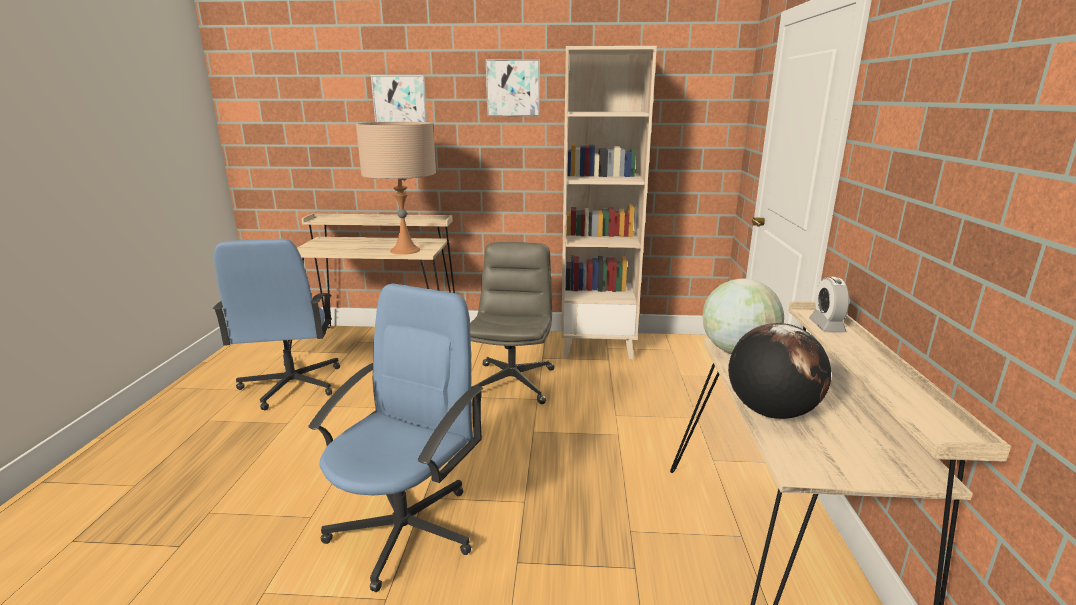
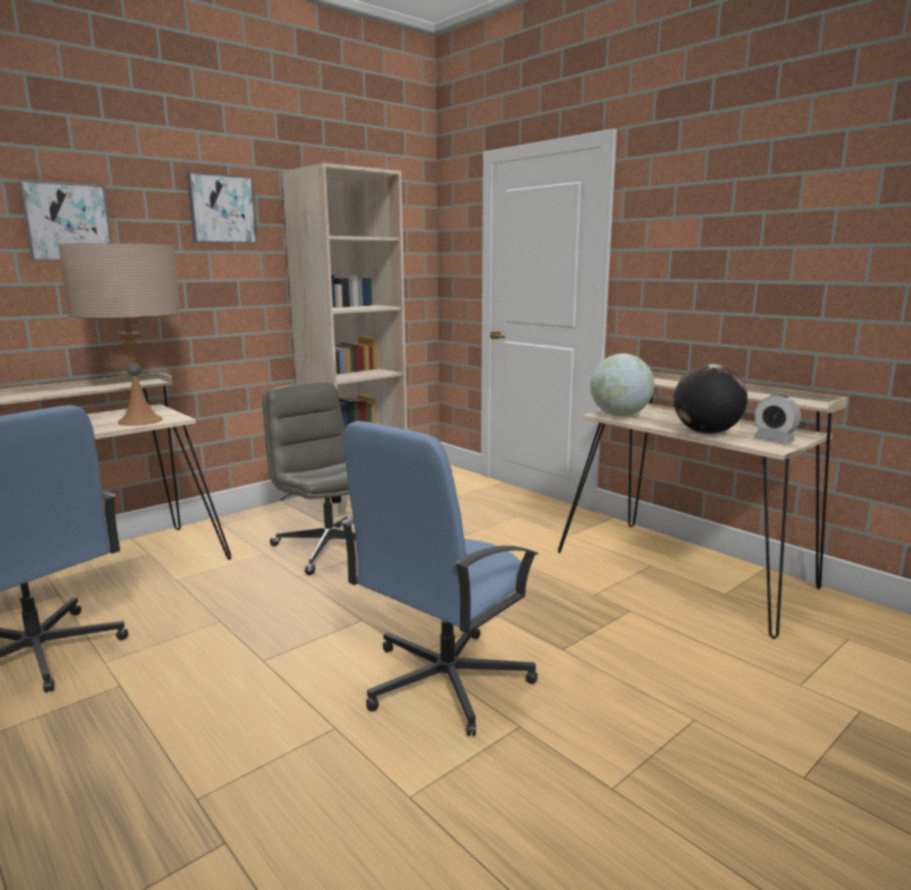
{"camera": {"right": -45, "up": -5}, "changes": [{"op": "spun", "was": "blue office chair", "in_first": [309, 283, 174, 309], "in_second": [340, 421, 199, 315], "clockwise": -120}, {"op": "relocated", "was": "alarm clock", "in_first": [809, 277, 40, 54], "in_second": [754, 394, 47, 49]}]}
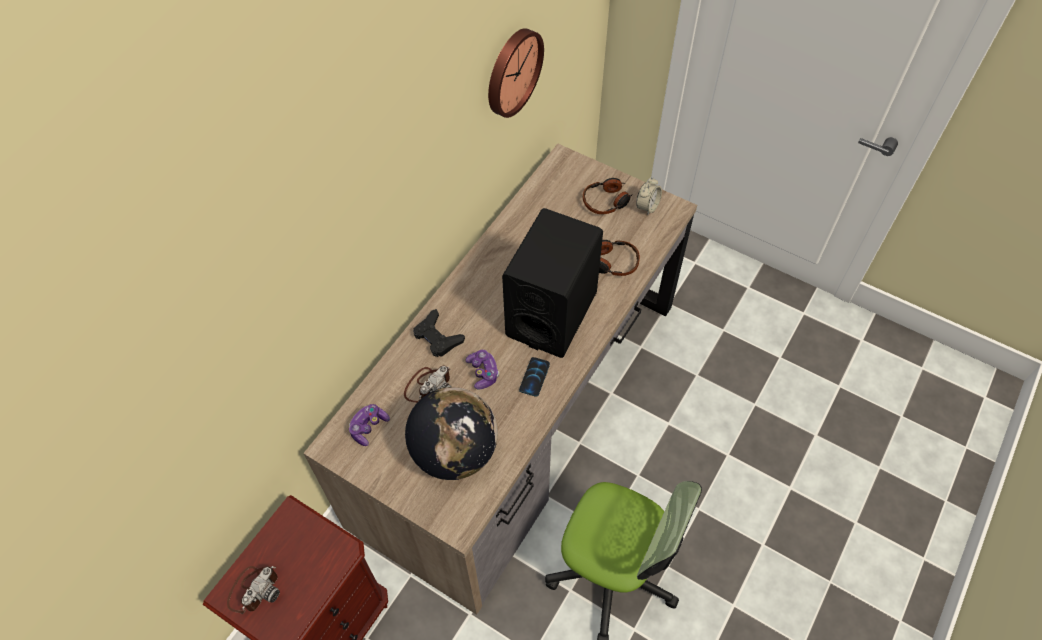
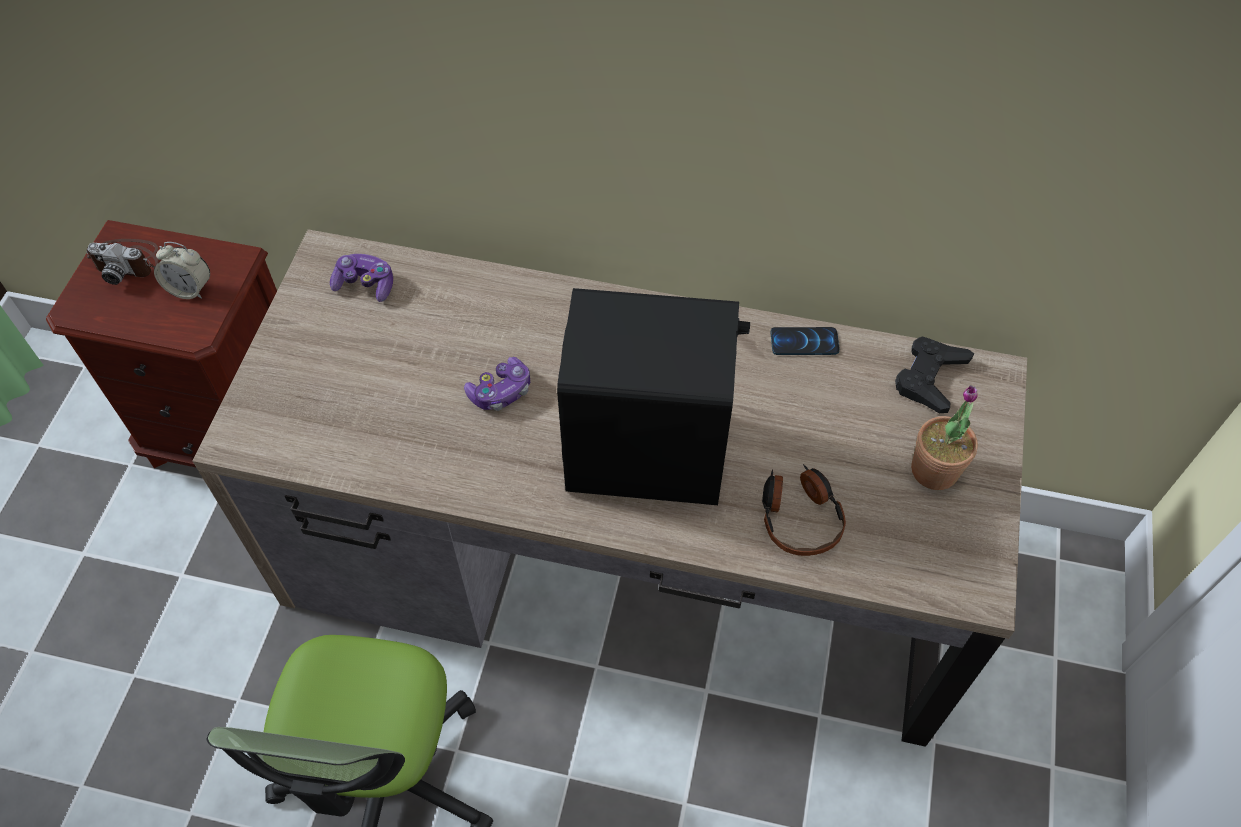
{"camera": {"right": 70, "up": 0}, "changes": [{"op": "missing", "was": "photo camera", "in_first": [404, 366, 47, 37]}, {"op": "missing", "was": "globe", "in_first": [405, 387, 93, 93]}, {"op": "relocated", "was": "black game controller", "in_first": [413, 309, 52, 48], "in_second": [895, 337, 79, 76]}, {"op": "missing", "was": "wall clock", "in_first": [488, 28, 56, 90]}, {"op": "relocated", "was": "phone", "in_first": [519, 357, 31, 40], "in_second": [771, 327, 69, 28]}, {"op": "exchanged", "was": "headphones", "now": "potted plant", "in_first": [583, 178, 50, 37], "in_second": [911, 385, 67, 105]}, {"op": "relocated", "was": "alarm clock", "in_first": [636, 177, 26, 38], "in_second": [154, 242, 56, 57]}]}
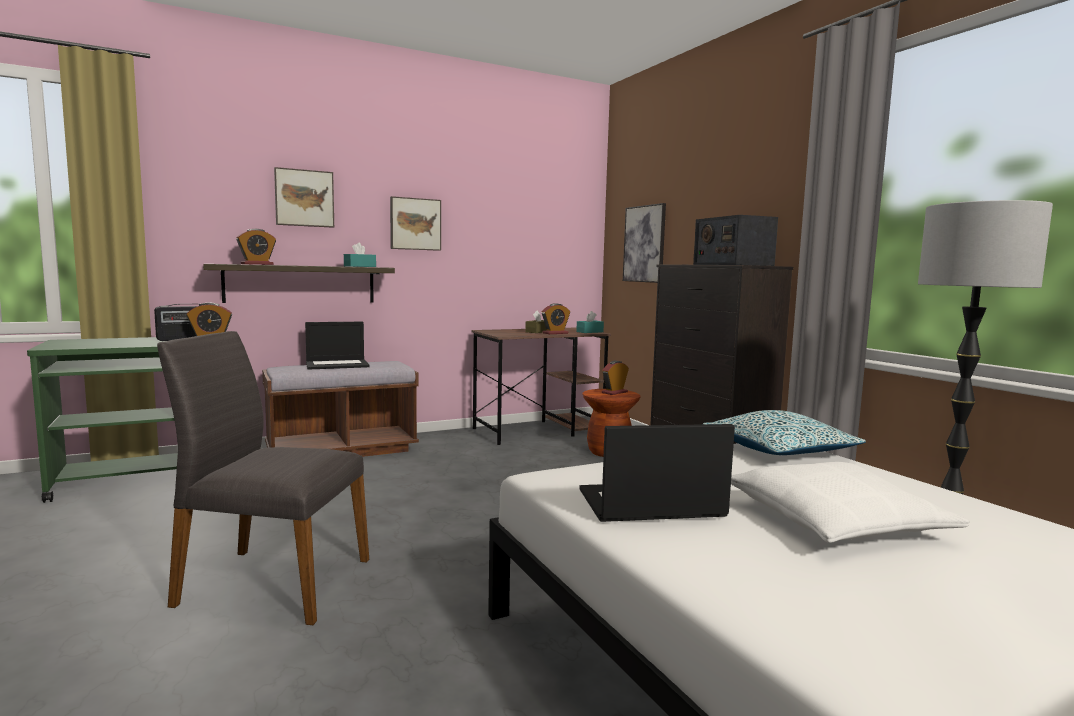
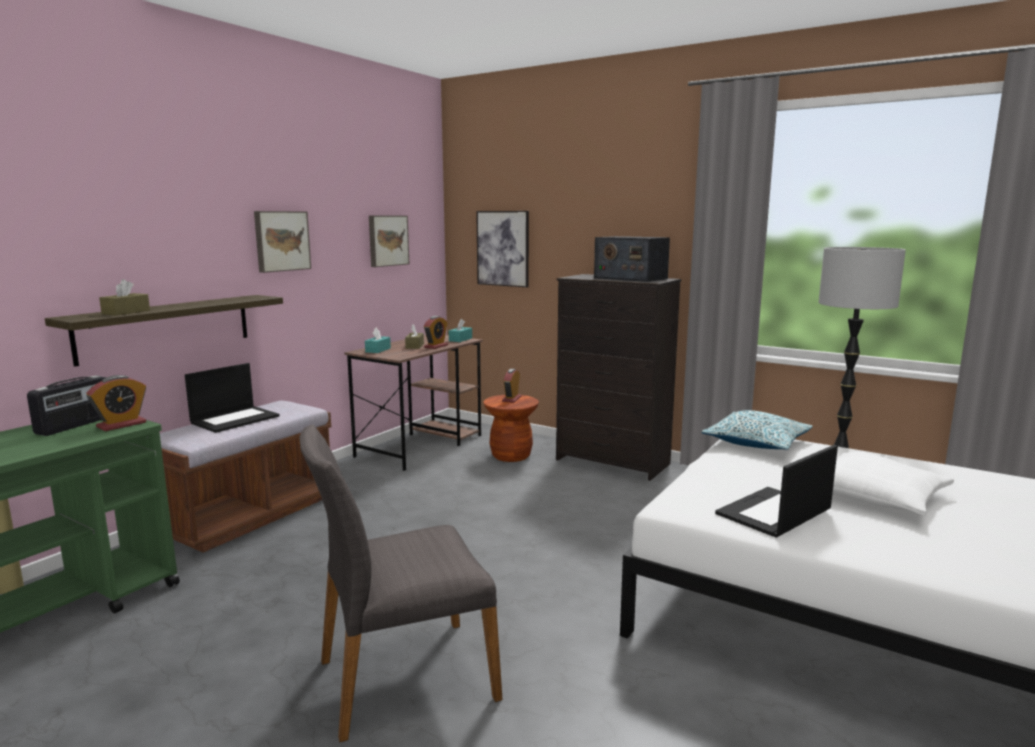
{"camera": {"right": -30, "up": 5}, "changes": [{"op": "exchanged", "was": "alarm clock", "now": "brown tissue box", "in_first": [236, 229, 40, 36], "in_second": [99, 279, 51, 36]}, {"op": "relocated", "was": "picture", "in_first": [274, 167, 60, 61], "in_second": [369, 216, 40, 51]}, {"op": "relocated", "was": "turquoise tissue box", "in_first": [344, 242, 32, 25], "in_second": [365, 328, 26, 25]}]}
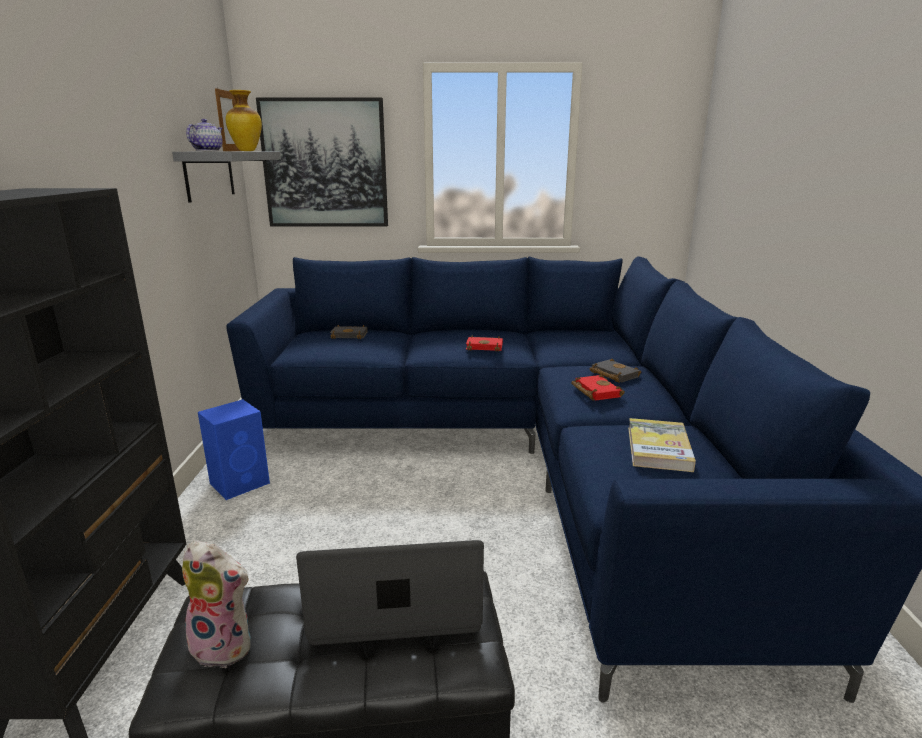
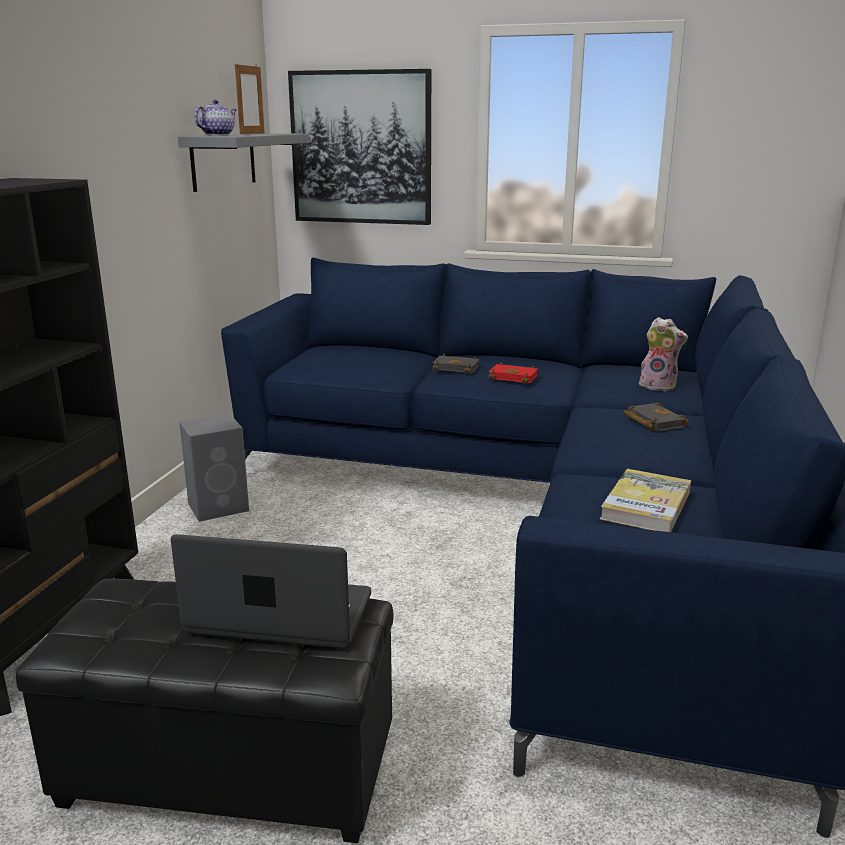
{"camera": {"right": 15, "up": 0}, "changes": [{"op": "relocated", "was": "plush toy", "in_first": [182, 540, 69, 128], "in_second": [639, 317, 49, 74]}, {"op": "colour", "was": "blue speaker", "now": "grey speaker", "in_first": [198, 399, 72, 101], "in_second": [179, 414, 70, 108]}, {"op": "missing", "was": "vase", "in_first": [226, 90, 36, 61]}, {"op": "relocated", "was": "black book", "in_first": [330, 325, 37, 14], "in_second": [432, 354, 47, 20]}, {"op": "missing", "was": "red book", "in_first": [571, 375, 54, 25]}]}
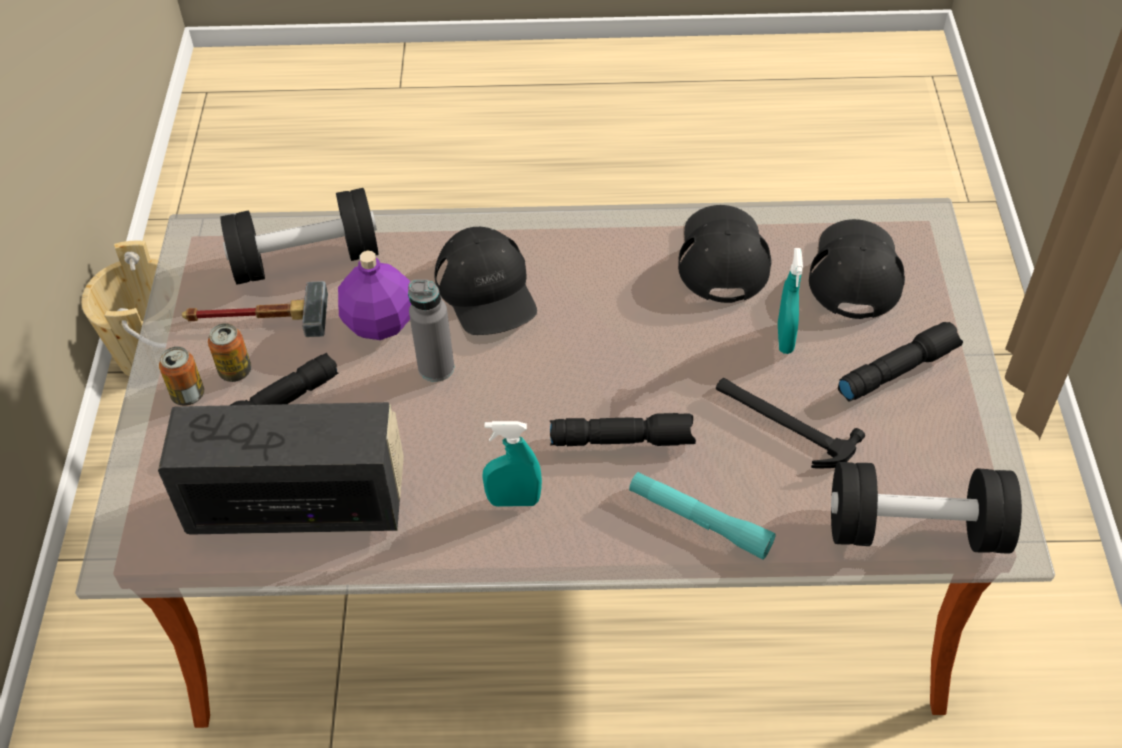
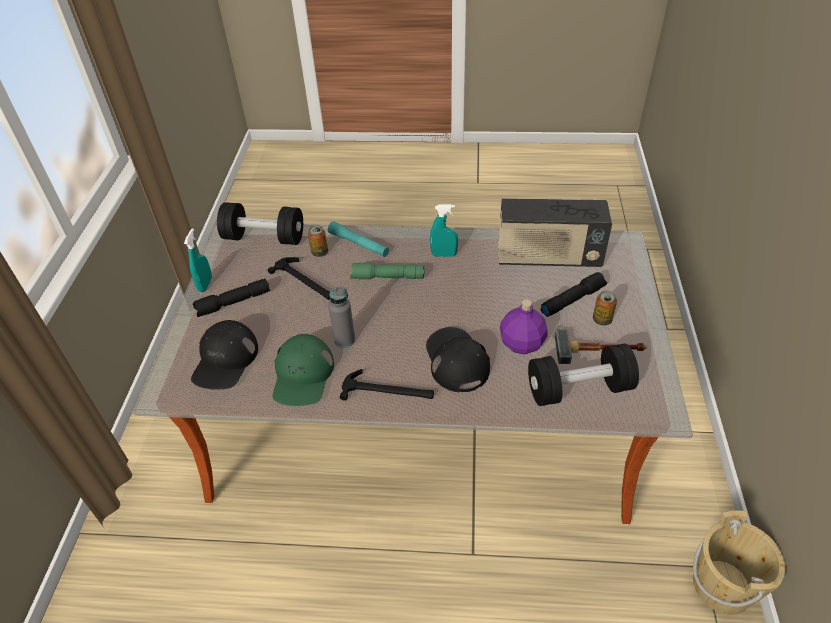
{"camera": {"right": -175, "up": -5}, "changes": [{"op": "relocated", "was": "can", "in_first": [159, 346, 45, 60], "in_second": [308, 225, 20, 32]}, {"op": "relocated", "was": "grey bottle", "in_first": [408, 279, 46, 103], "in_second": [328, 286, 27, 62]}, {"op": "colour", "was": "black flashlight", "now": "green flashlight", "in_first": [550, 413, 146, 33], "in_second": [350, 263, 75, 16]}, {"op": "colour", "was": "black cap", "now": "green cap", "in_first": [678, 205, 94, 98], "in_second": [273, 334, 61, 72]}, {"op": "relocated", "was": "turquoise spray bottle", "in_first": [778, 248, 25, 106], "in_second": [184, 228, 28, 64]}, {"op": "appeared", "now": "hammer", "in_second": [340, 369, 94, 31]}]}
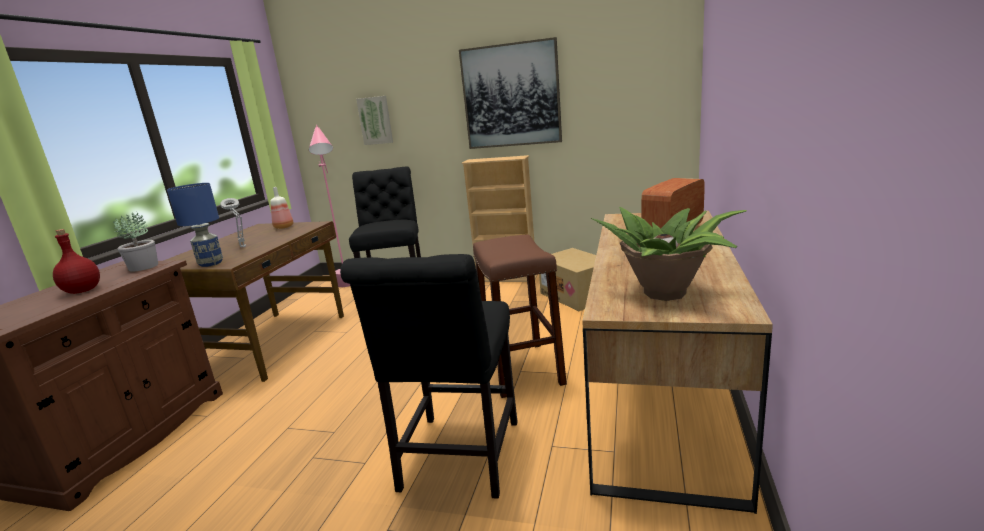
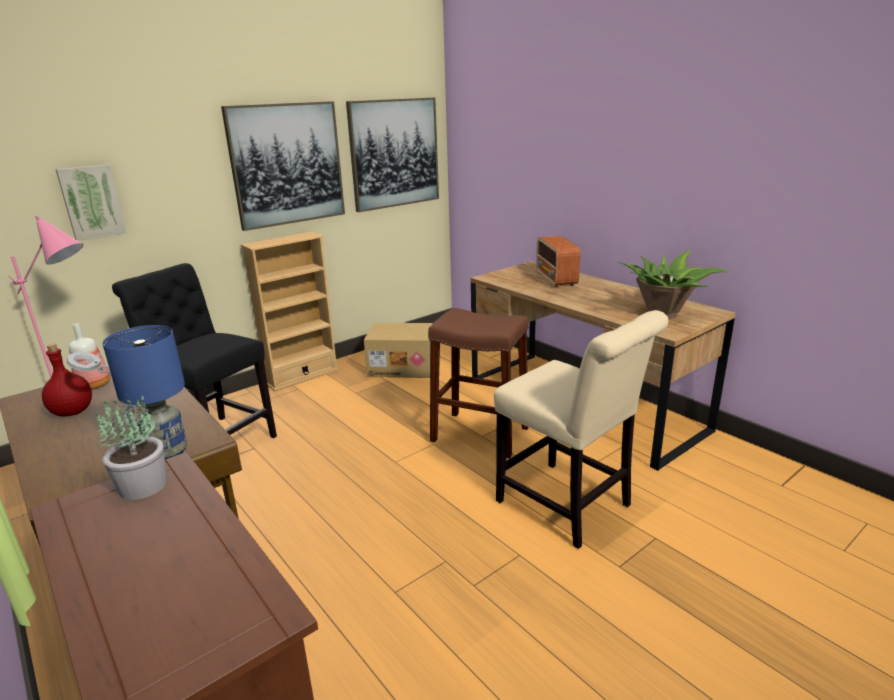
{"camera": {"right": -55, "up": 5}, "changes": [{"op": "relocated", "was": "red bottle", "in_first": [53, 229, 47, 65], "in_second": [42, 344, 50, 72]}, {"op": "colour", "was": "black chair", "now": "beige chair", "in_first": [340, 254, 178, 245], "in_second": [494, 310, 174, 239]}, {"op": "appeared", "now": "picture", "in_second": [346, 98, 93, 114]}]}
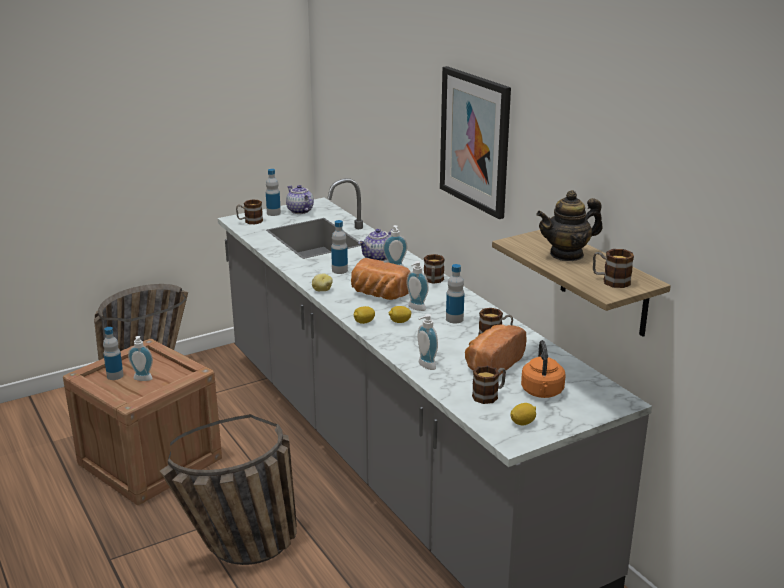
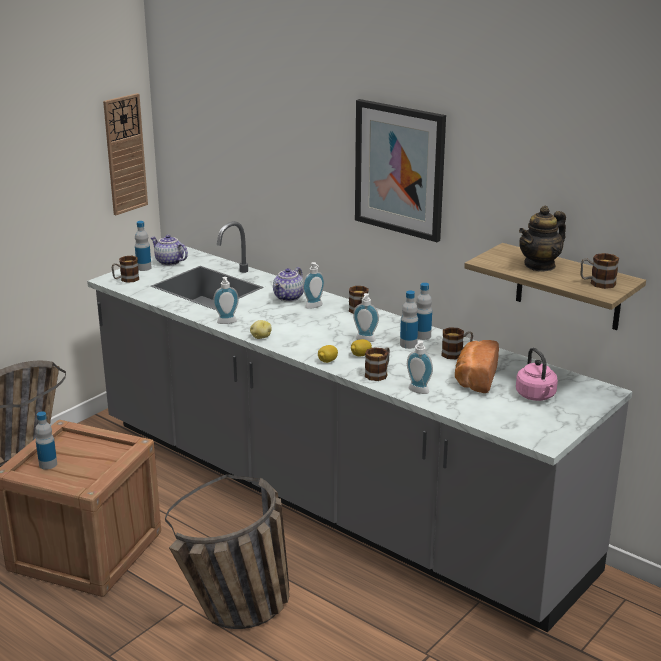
{"camera": {"right": -20, "up": 0}, "changes": [{"op": "relocated", "was": "soap dispenser", "in_first": [128, 336, 25, 45], "in_second": [213, 277, 26, 47]}, {"op": "relocated", "was": "bottle", "in_first": [331, 220, 17, 54], "in_second": [416, 283, 16, 57]}, {"op": "missing", "was": "bread", "in_first": [351, 258, 59, 42]}, {"op": "relocated", "was": "mug", "in_first": [472, 366, 34, 38], "in_second": [365, 347, 25, 34]}, {"op": "missing", "was": "lemon", "in_first": [510, 403, 26, 23]}, {"op": "colour", "was": "orange kettle", "now": "pink kettle", "in_first": [521, 340, 44, 58], "in_second": [516, 347, 42, 54]}, {"op": "appeared", "now": "wall clock", "in_second": [103, 93, 45, 122]}]}
